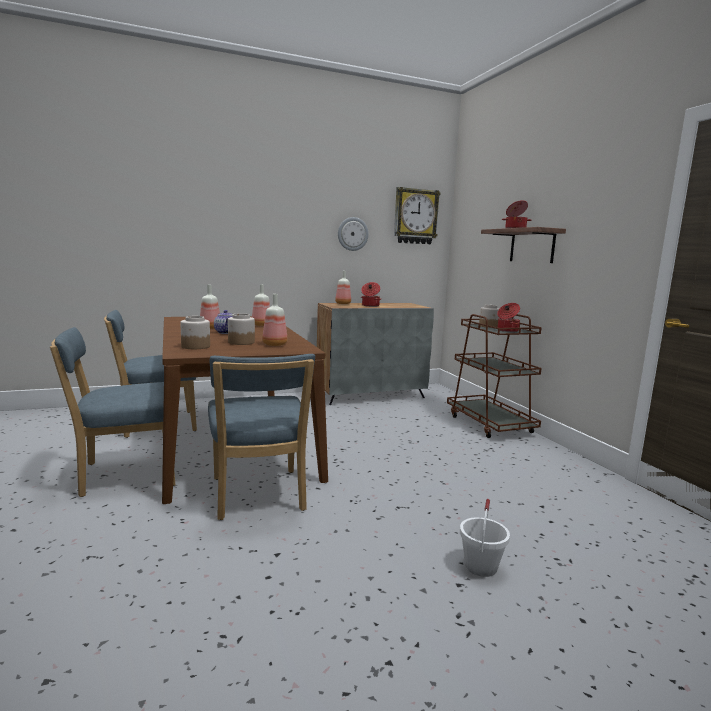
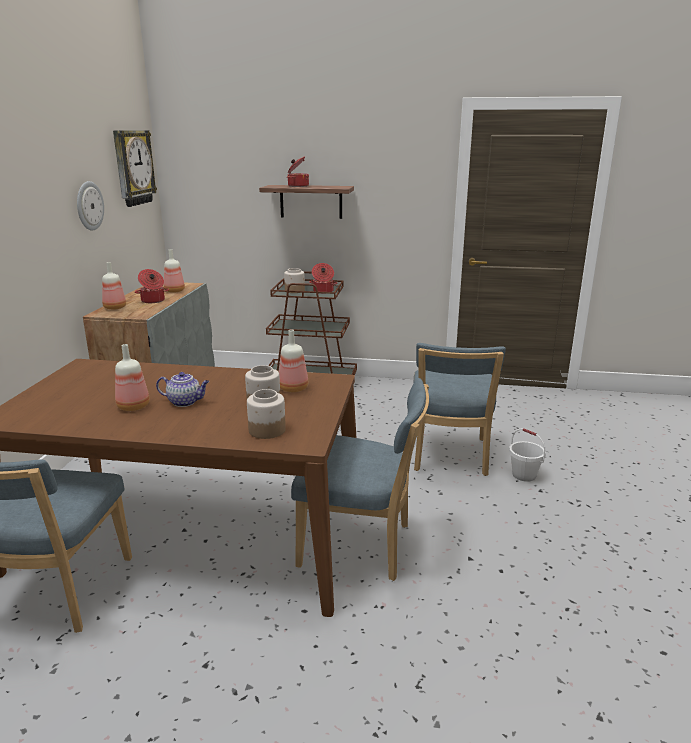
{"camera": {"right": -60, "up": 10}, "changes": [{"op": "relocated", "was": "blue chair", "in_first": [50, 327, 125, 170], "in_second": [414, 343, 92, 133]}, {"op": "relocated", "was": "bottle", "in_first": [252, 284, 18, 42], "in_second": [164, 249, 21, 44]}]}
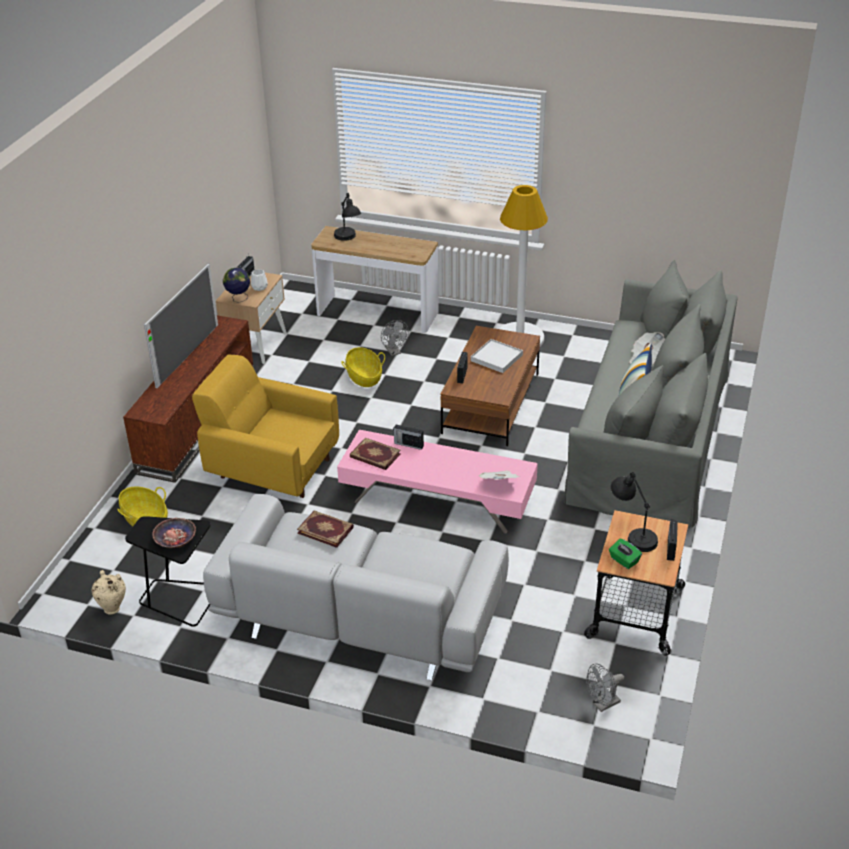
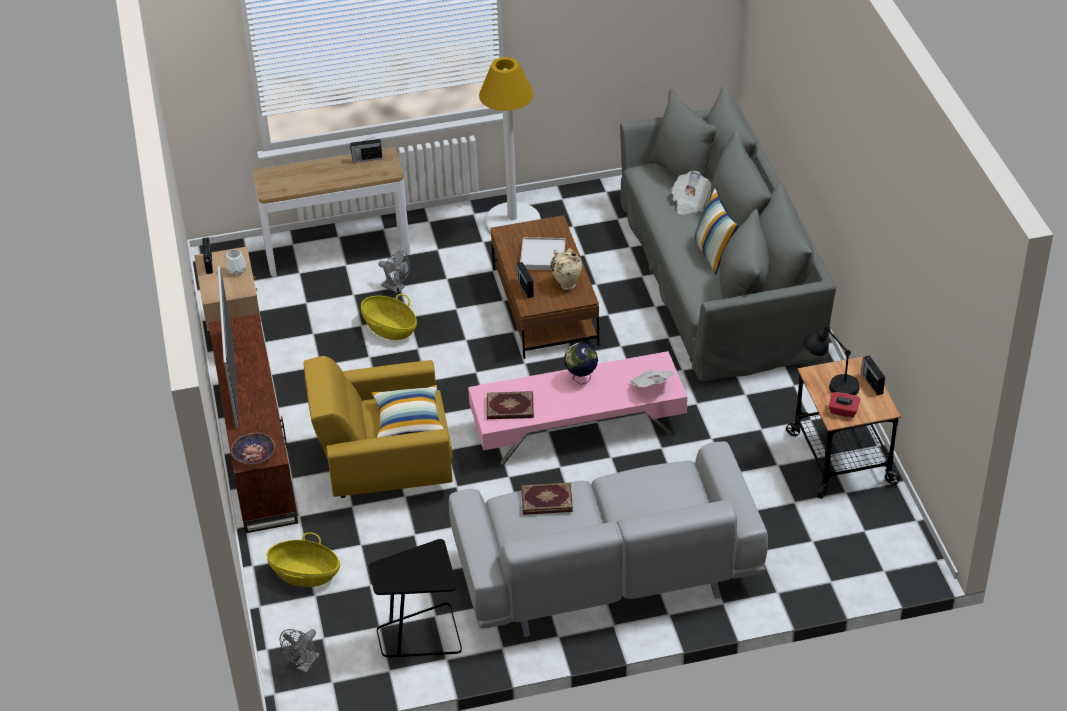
{"camera": {"right": -30, "up": 5}, "changes": [{"op": "relocated", "was": "beige vase", "in_first": [92, 570, 34, 44], "in_second": [550, 248, 32, 42]}, {"op": "relocated", "was": "bowl", "in_first": [152, 518, 44, 30], "in_second": [231, 433, 44, 32]}, {"op": "relocated", "was": "globe", "in_first": [223, 268, 27, 35], "in_second": [564, 343, 34, 42]}, {"op": "missing", "was": "black table lamp", "in_first": [334, 193, 27, 48]}, {"op": "relocated", "was": "radio", "in_first": [393, 425, 31, 25], "in_second": [349, 137, 34, 26]}, {"op": "relocated", "was": "grey fan", "in_first": [586, 663, 38, 49], "in_second": [280, 629, 40, 44]}, {"op": "colour", "was": "green tissue box", "now": "red tissue box", "in_first": [609, 538, 33, 31], "in_second": [829, 392, 31, 26]}, {"op": "appeared", "now": "pillow", "in_second": [371, 385, 73, 53]}]}
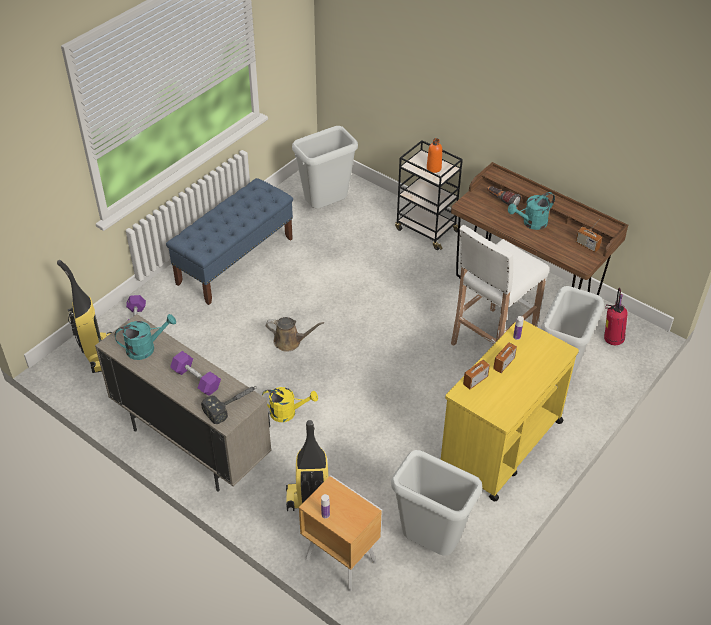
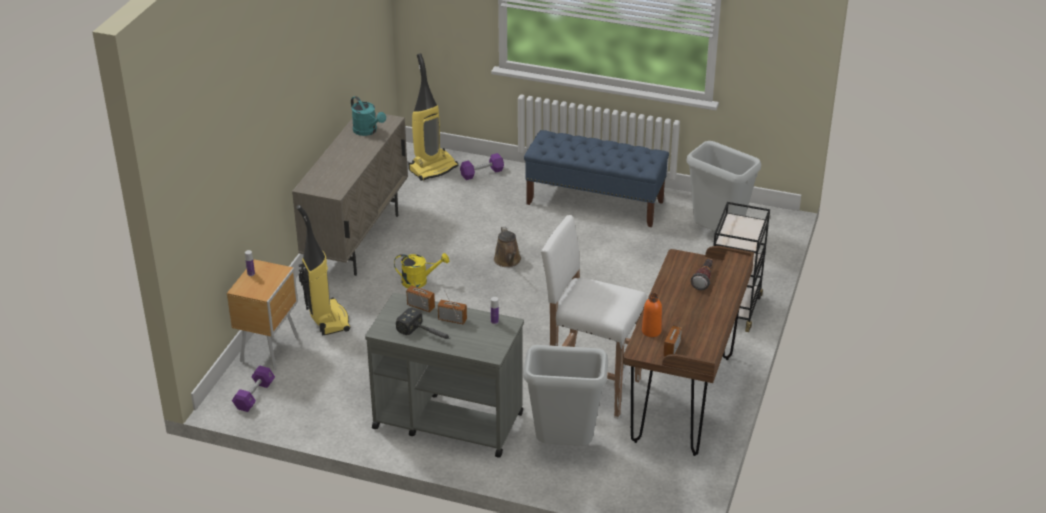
{"camera": {"right": 70, "up": -10}, "changes": [{"op": "relocated", "was": "purple dumbbell", "in_first": [170, 351, 51, 45], "in_second": [232, 365, 43, 47]}, {"op": "relocated", "was": "hammer", "in_first": [201, 386, 56, 38], "in_second": [396, 308, 55, 31]}, {"op": "spun", "was": "yellow watering can", "in_first": [262, 387, 56, 35], "in_second": [394, 253, 55, 35], "clockwise": -75}, {"op": "missing", "was": "grey trash can", "in_first": [391, 450, 91, 105]}, {"op": "relocated", "was": "orange bottle", "in_first": [427, 138, 15, 35], "in_second": [642, 293, 20, 44]}, {"op": "colour", "was": "yellow cart", "now": "grey cart", "in_first": [441, 320, 138, 182], "in_second": [365, 293, 159, 165]}, {"op": "missing", "was": "turquoise watering can", "in_first": [508, 192, 47, 38]}, {"op": "missing", "was": "fire extinguisher", "in_first": [604, 288, 24, 57]}]}
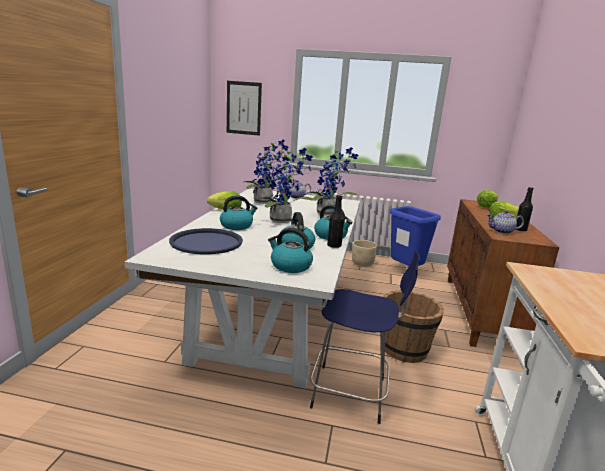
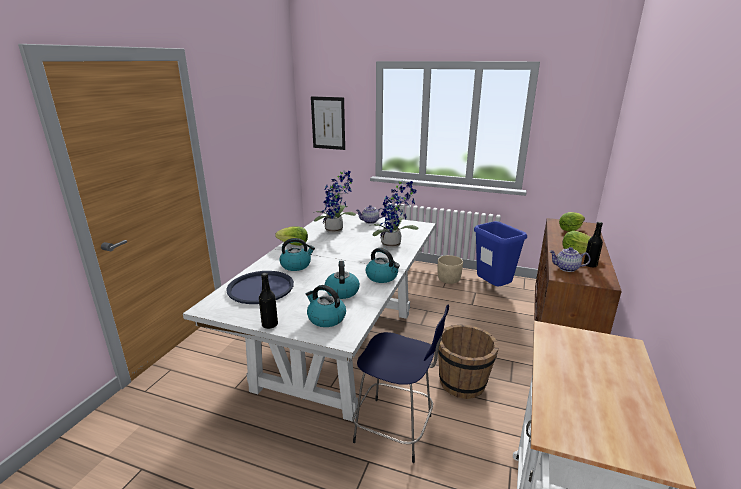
{"camera": {"right": 10, "up": 5}, "changes": [{"op": "missing", "was": "potted plant", "in_first": [258, 148, 56, 75]}, {"op": "relocated", "was": "black bottle", "in_first": [327, 195, 17, 53], "in_second": [259, 273, 19, 56]}]}
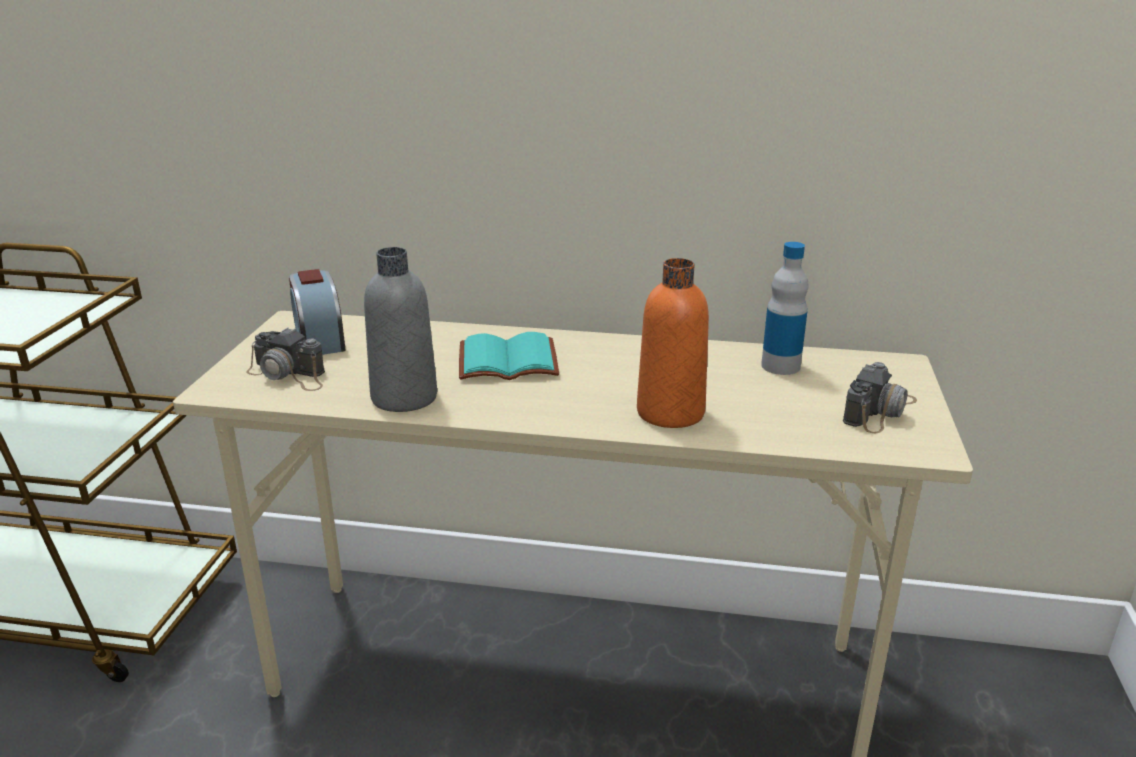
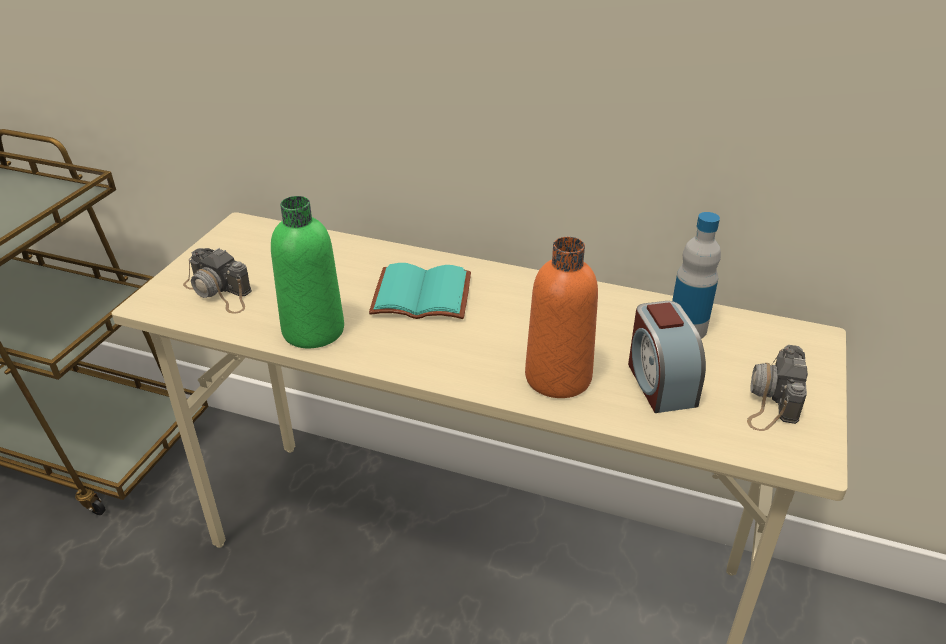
{"camera": {"right": 10, "up": 10}, "changes": [{"op": "relocated", "was": "alarm clock", "in_first": [289, 269, 57, 86], "in_second": [628, 301, 78, 112]}, {"op": "colour", "was": "grey bottle", "now": "green bottle", "in_first": [364, 247, 73, 165], "in_second": [271, 196, 73, 152]}, {"op": "spun", "was": "photo camera", "in_first": [843, 362, 74, 71], "in_second": [747, 345, 61, 86], "clockwise": 150}]}
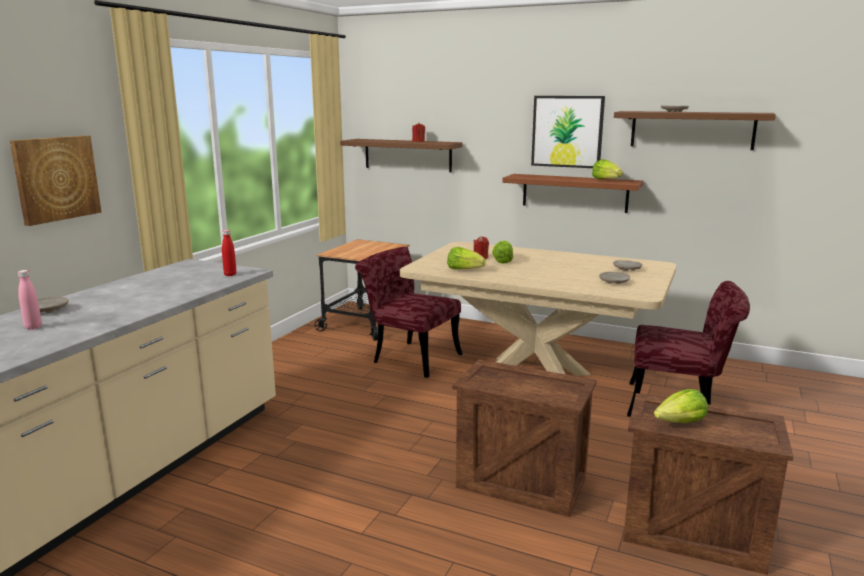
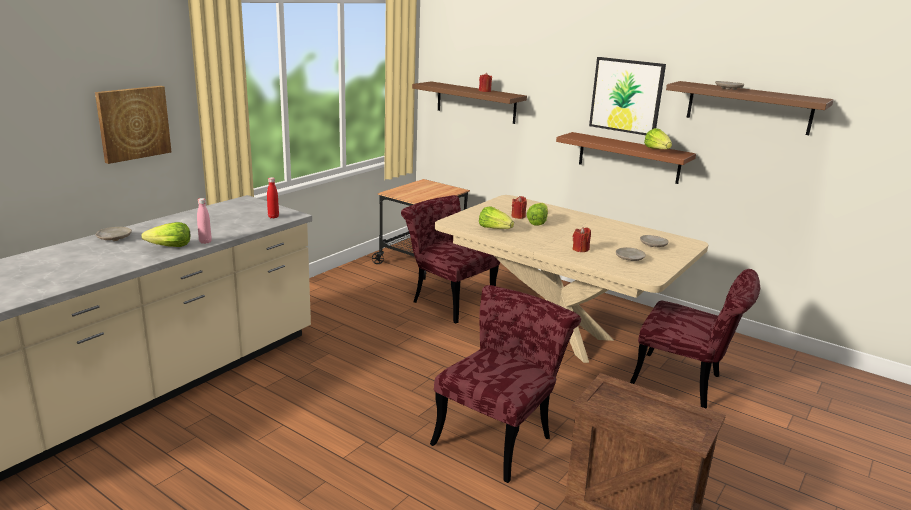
{"camera": {"right": 10, "up": 5}, "changes": [{"op": "relocated", "was": "pink bottle", "in_first": [18, 270, 24, 60], "in_second": [197, 198, 15, 46]}, {"op": "exchanged", "was": "crate", "now": "red chair", "in_first": [452, 359, 145, 158], "in_second": [430, 285, 151, 198]}, {"op": "relocated", "was": "lettuce", "in_first": [654, 389, 54, 34], "in_second": [141, 222, 49, 25]}, {"op": "appeared", "now": "red candle", "in_second": [573, 227, 18, 25]}]}
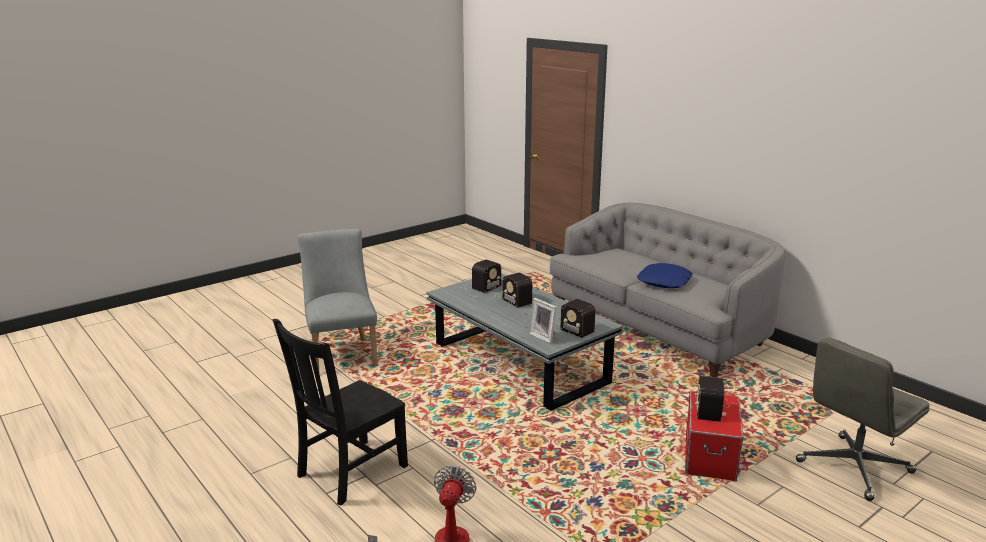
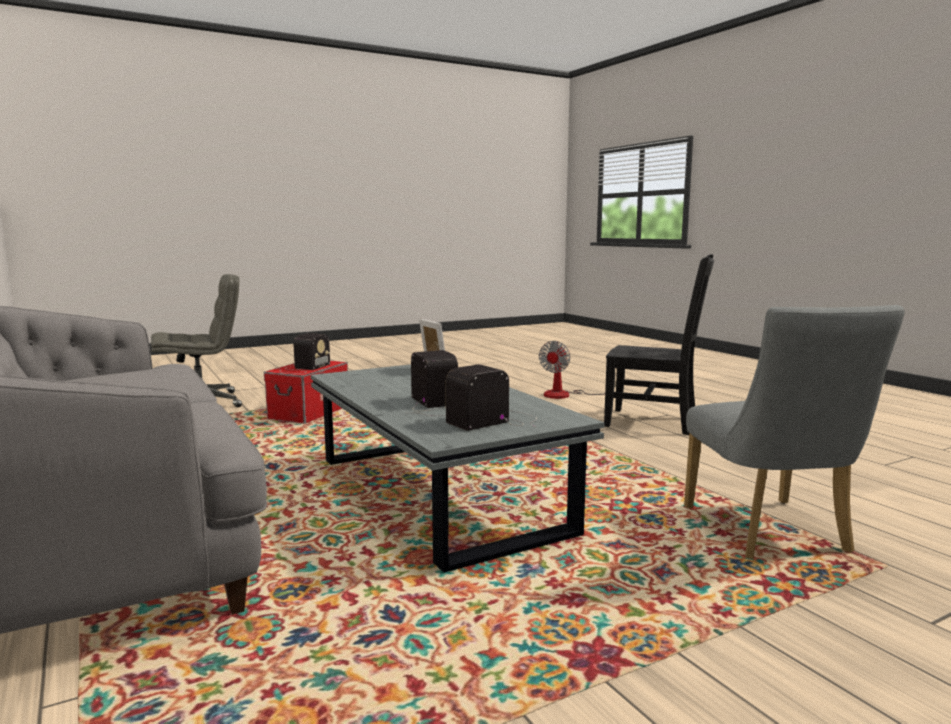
{"camera": {"right": -170, "up": -10}, "changes": [{"op": "spun", "was": "black chair", "in_first": [273, 319, 135, 187], "in_second": [604, 254, 110, 181], "clockwise": 60}, {"op": "missing", "was": "radio", "in_first": [556, 299, 39, 39]}, {"op": "missing", "was": "blue pillow", "in_first": [637, 263, 56, 25]}]}
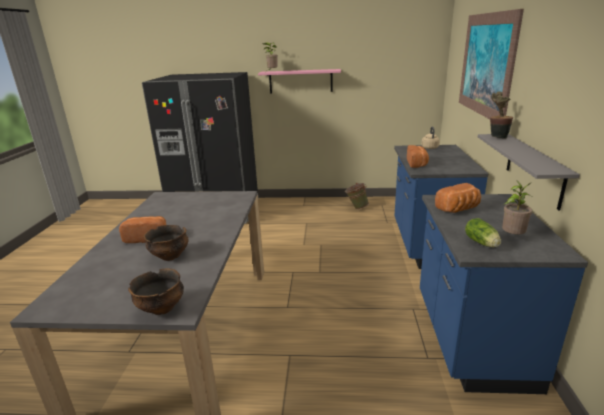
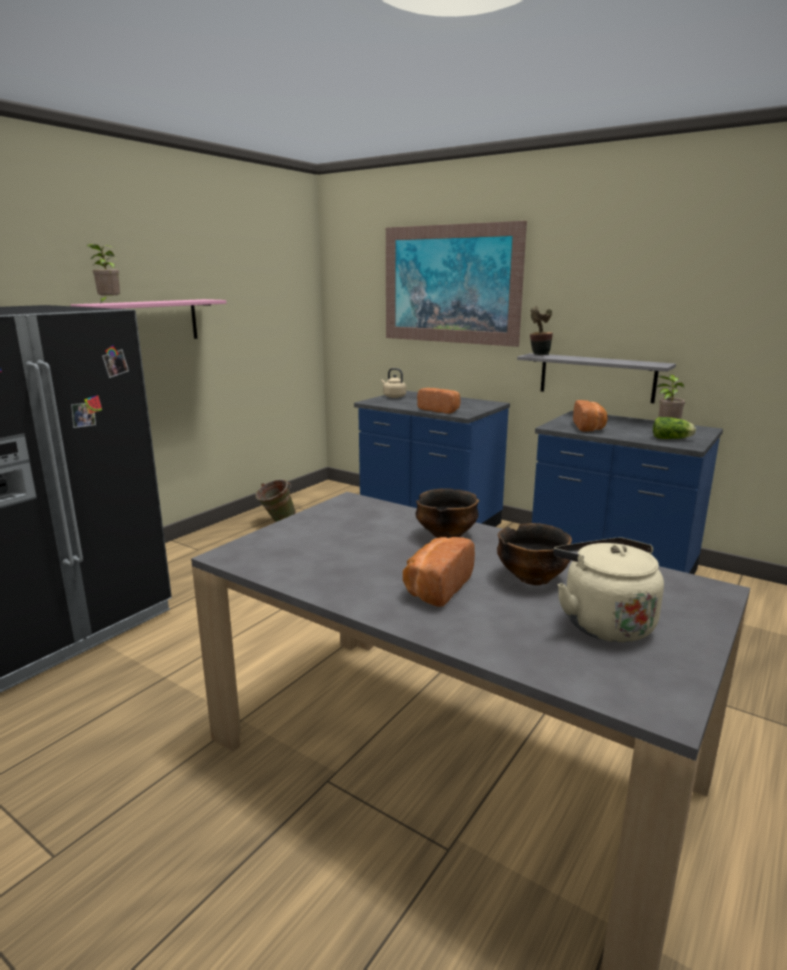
{"camera": {"right": -60, "up": -5}, "changes": [{"op": "relocated", "was": "bowl", "in_first": [128, 268, 56, 47], "in_second": [415, 489, 64, 49]}, {"op": "appeared", "now": "beige kettle", "in_second": [554, 538, 110, 104]}]}
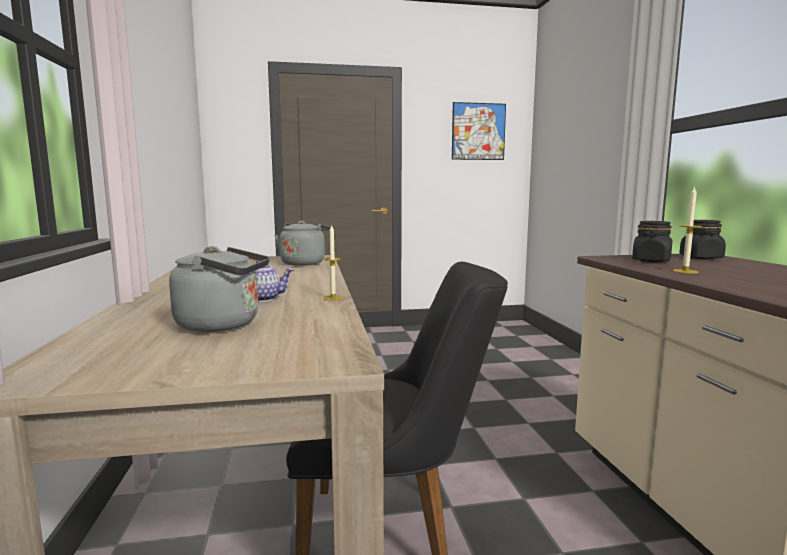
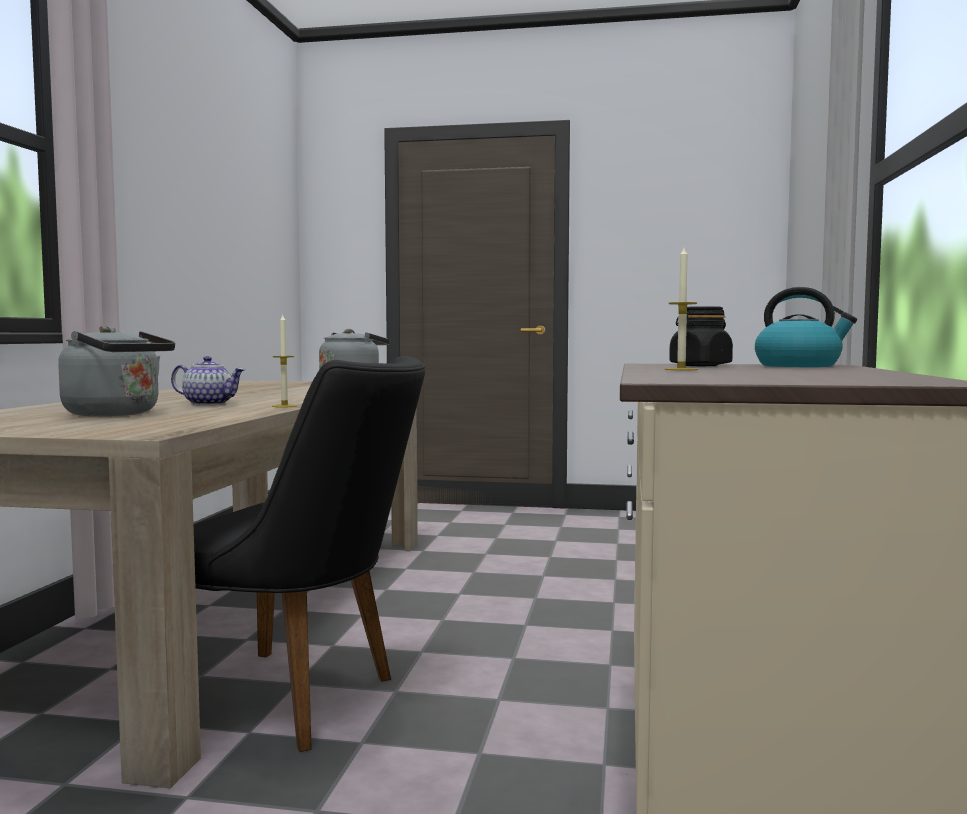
{"camera": {"right": 20, "up": -5}, "changes": [{"op": "missing", "was": "picture", "in_first": [452, 102, 54, 58]}, {"op": "exchanged", "was": "black jar", "now": "kettle", "in_first": [679, 220, 47, 39], "in_second": [755, 287, 102, 80]}]}
